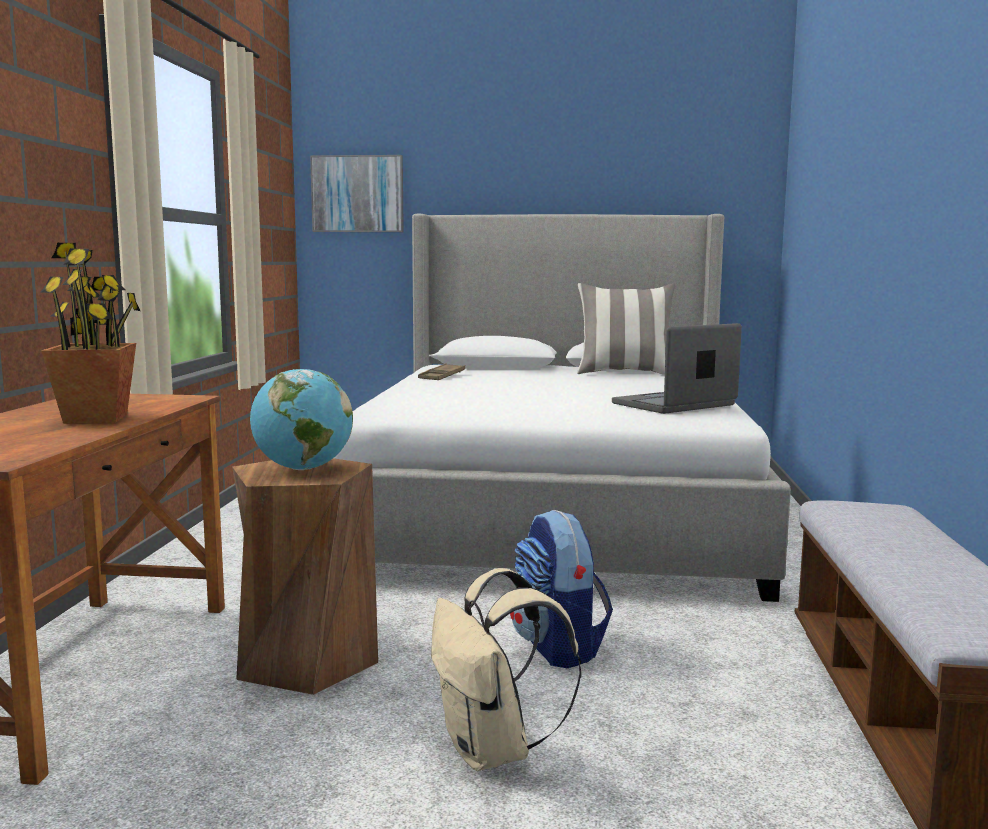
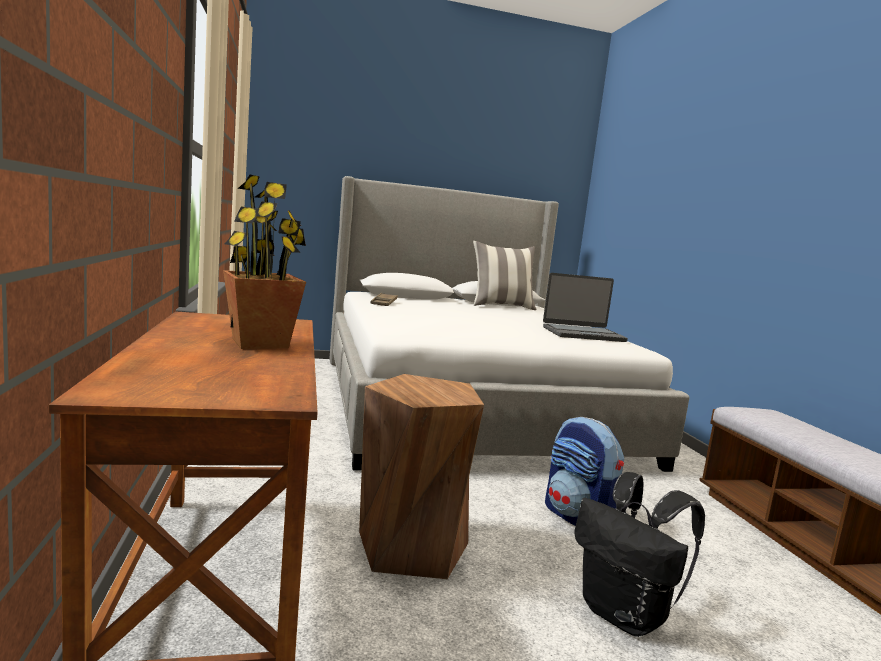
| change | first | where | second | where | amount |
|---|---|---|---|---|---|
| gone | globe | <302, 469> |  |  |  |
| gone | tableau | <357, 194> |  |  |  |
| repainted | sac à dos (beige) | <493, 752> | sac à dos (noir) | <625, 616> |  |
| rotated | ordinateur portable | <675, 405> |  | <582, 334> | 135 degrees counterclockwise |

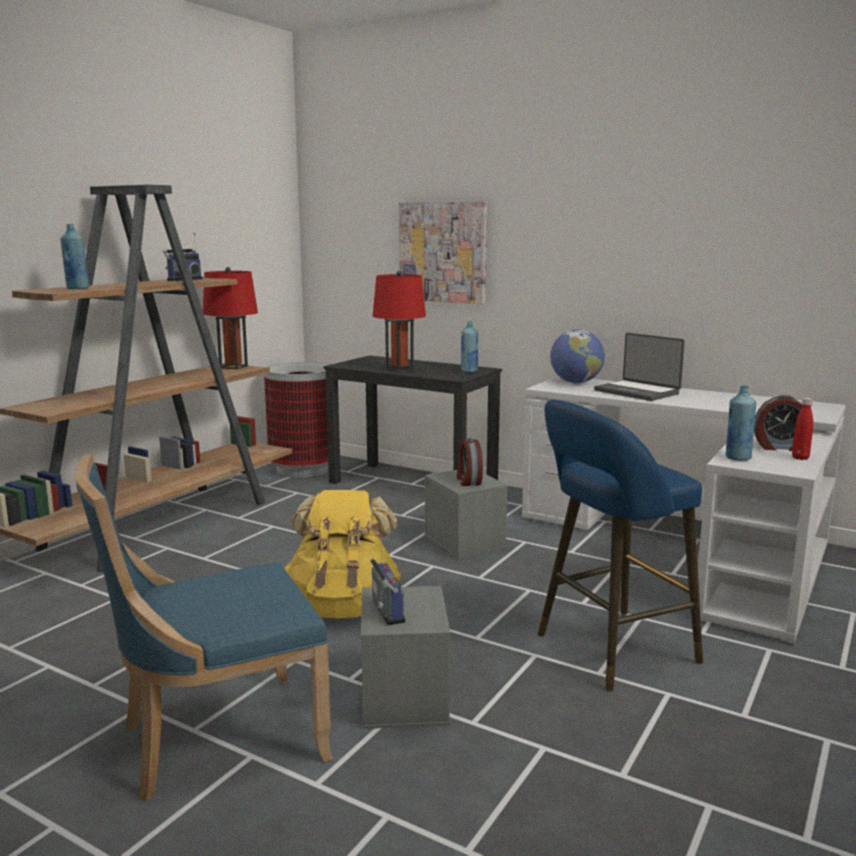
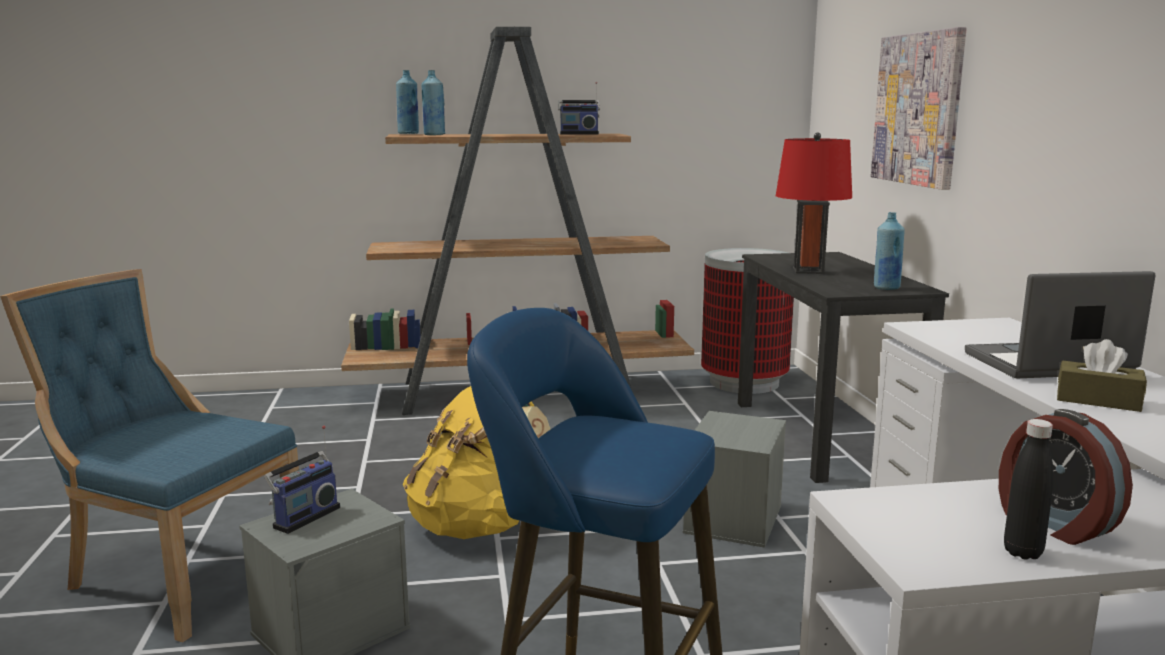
| change | first | where | second | where | amount |
|---|---|---|---|---|---|
| gone | lampe de table (rouge) | <233, 367> |  |  |  |
| gone | réveil | <468, 481> |  |  |  |
| gone | globe | <576, 382> |  |  |  |
| new |  |  | boîte à mouchoirs (marron) | <1098, 400> |  |
| shifted | bouteille (bleu) | <738, 458> |  | <408, 134> |  |
| repainted | bouteille (rouge) | <800, 458> | bouteille (noir) | <1022, 552> |  |
| rotated | ordinateur portable | <638, 392> |  | <1049, 364> | 75 degrees clockwise |

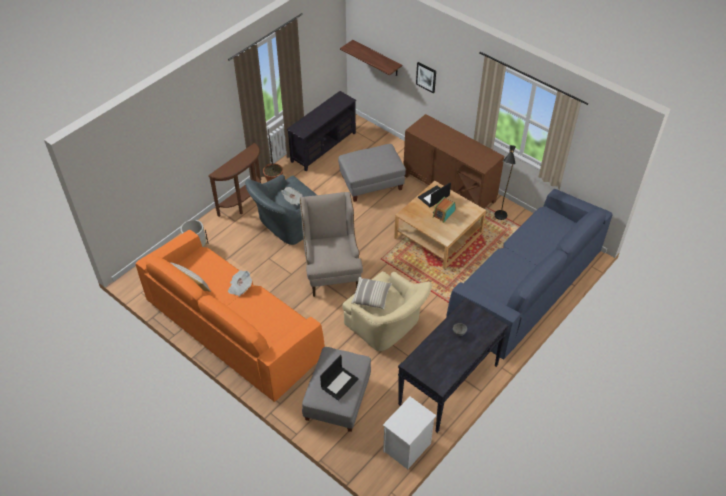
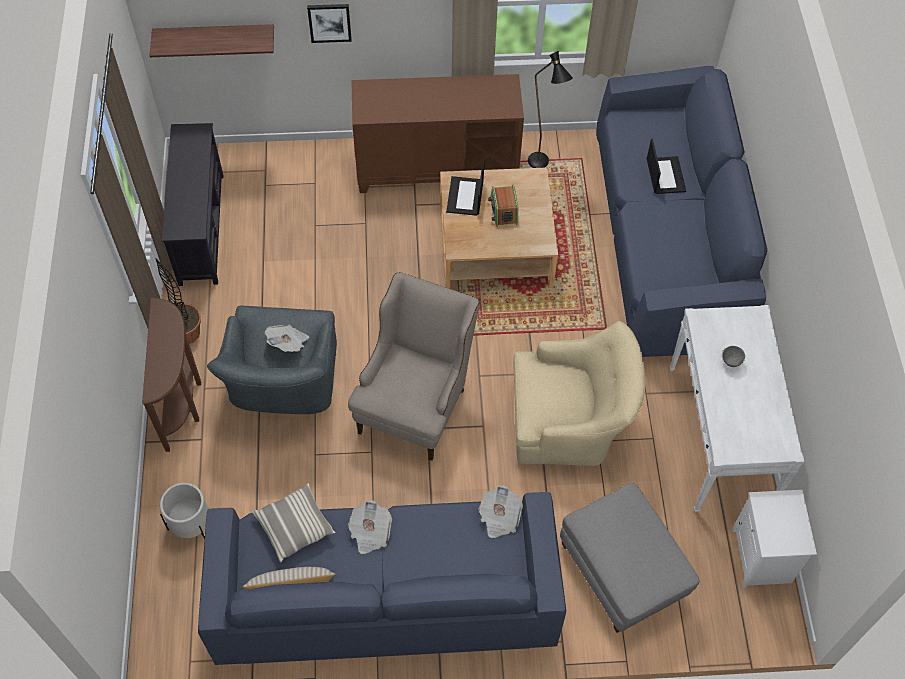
| change | first | where | second | where | amount |
|---|---|---|---|---|---|
| gone | pouf (gris) | <371, 183> |  |  |  |
| new |  |  | journal | <499, 517> |  |
| shifted | ordinateur portable | <339, 383> |  | <665, 175> |  |
| shifted | coussin | <371, 297> |  | <295, 526> |  |
| repainted | canapé (orange) | <233, 328> | canapé (bleu) | <385, 595> |  |
| repainted | table console (noir) | <448, 385> | table console (blanc) | <719, 436> |  |
| rotated | fauteuil (beige) | <331, 269> |  | <416, 401> | 75 degrees clockwise |

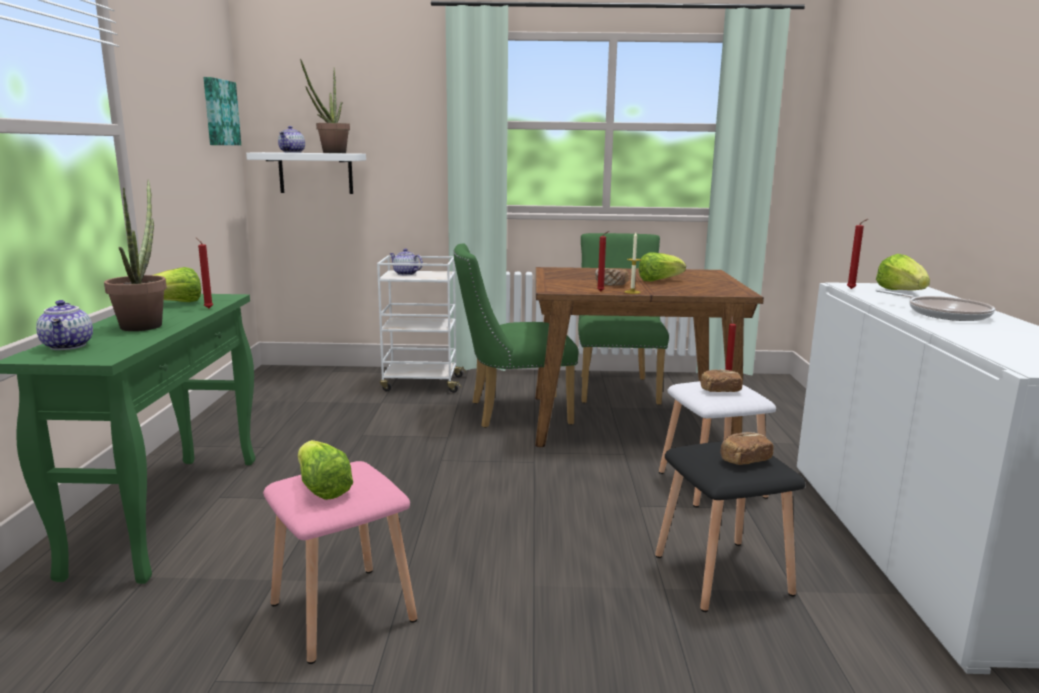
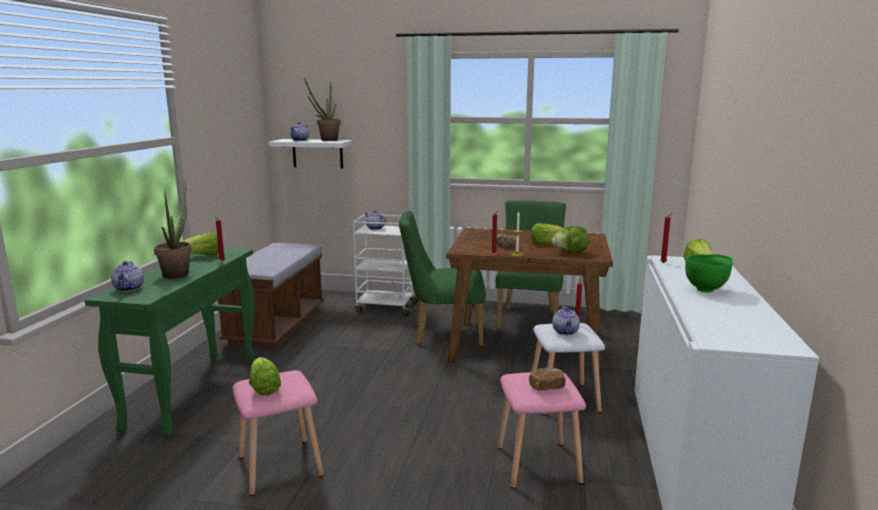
| change | first | where | second | where | amount |
|---|---|---|---|---|---|
| gone | tableau | <219, 112> |  |  |  |
| new |  |  | banc (marron) | <276, 326> |  |
| new |  |  | laitue | <570, 252> |  |
| swapped | pain | <720, 390> | théière | <566, 332> |  |
| swapped | poêle | <943, 313> | bol (vert) | <707, 289> |  |
| repainted | tabouret (noir) | <721, 575> | tabouret (rose) | <536, 465> |  |

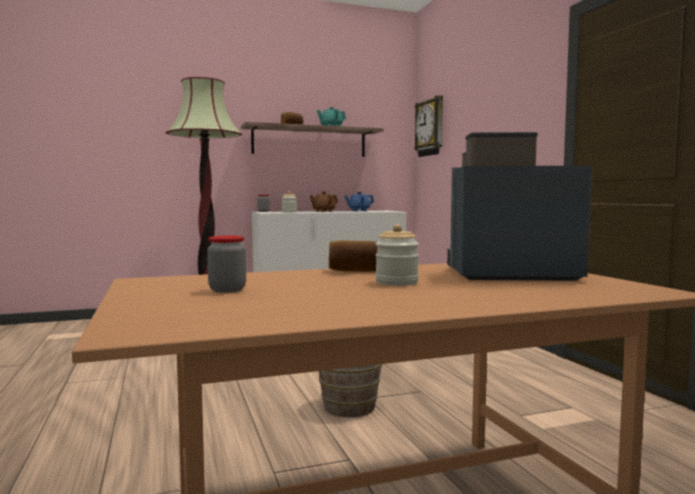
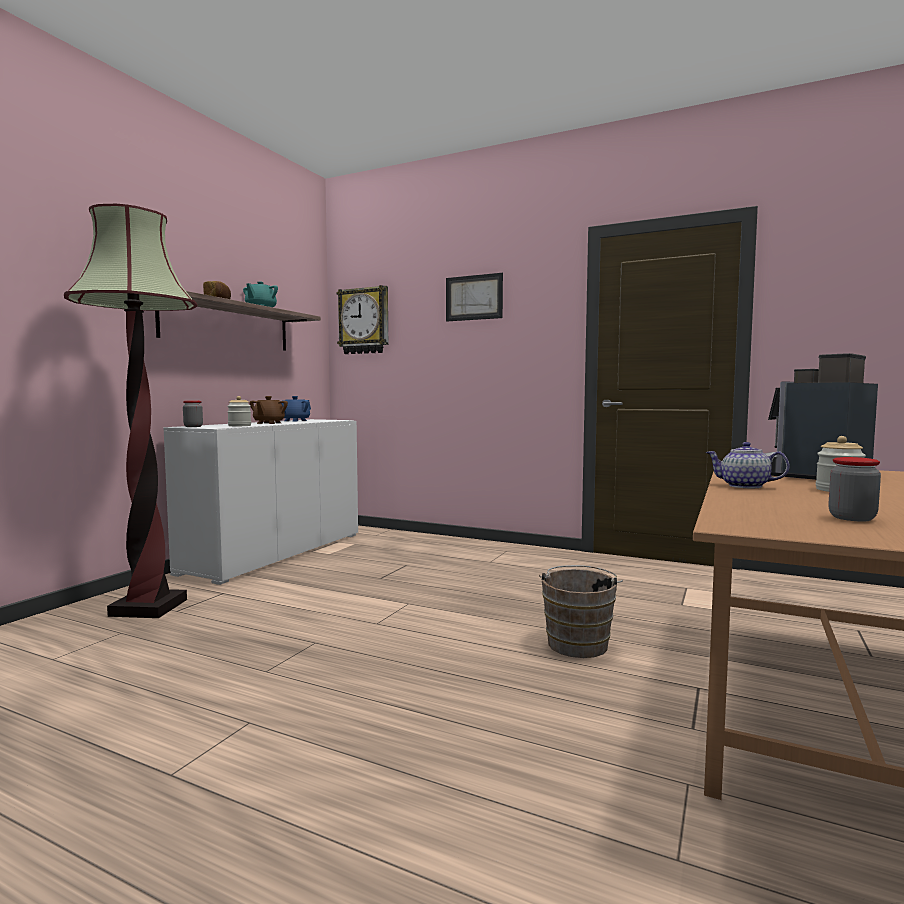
| change | first | where | second | where | amount |
|---|---|---|---|---|---|
| new |  |  | tableau | <474, 297> |  |
| swapped | pain | <356, 271> | théière | <744, 486> |  |

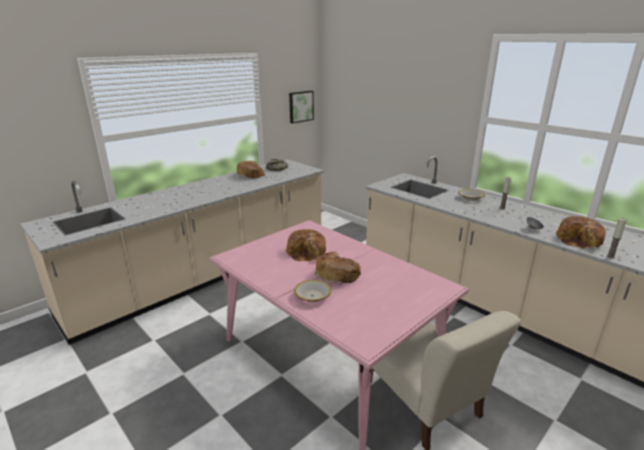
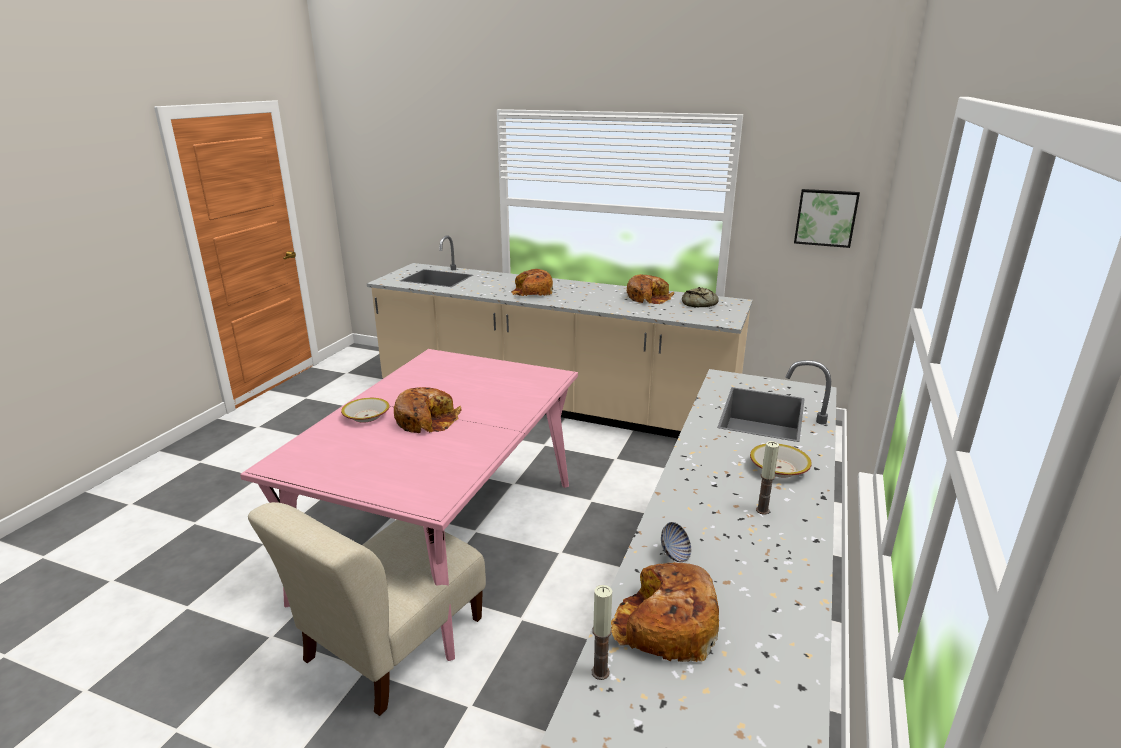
| change | first | where | second | where | amount |
|---|---|---|---|---|---|
| shifted | pain | <307, 252> |  | <531, 292> |  |

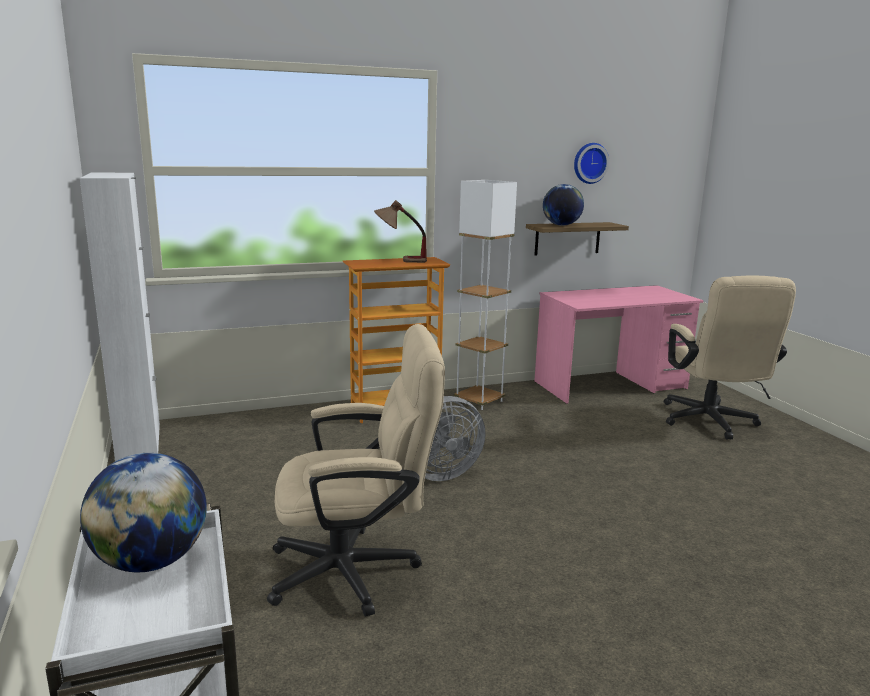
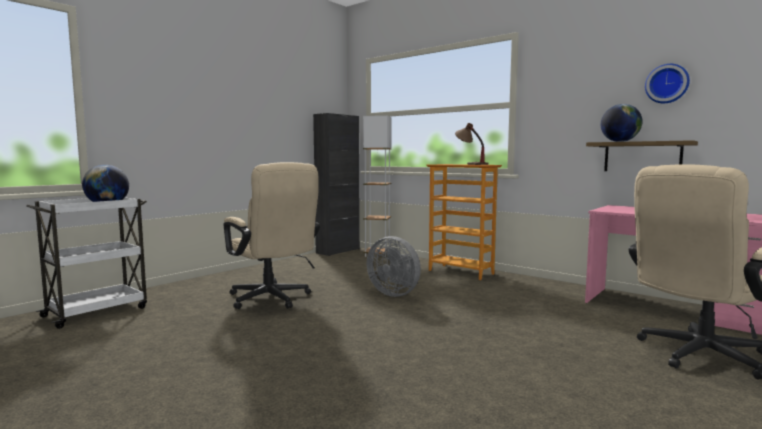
| change | first | where | second | where | amount |
|---|---|---|---|---|---|
| shifted | lampadaire (blanc) | <479, 401> |  | <377, 255> |  |
| repainted | meuble de rangement (blanc) | <139, 442> | meuble de rangement (noir) | <338, 251> |  |

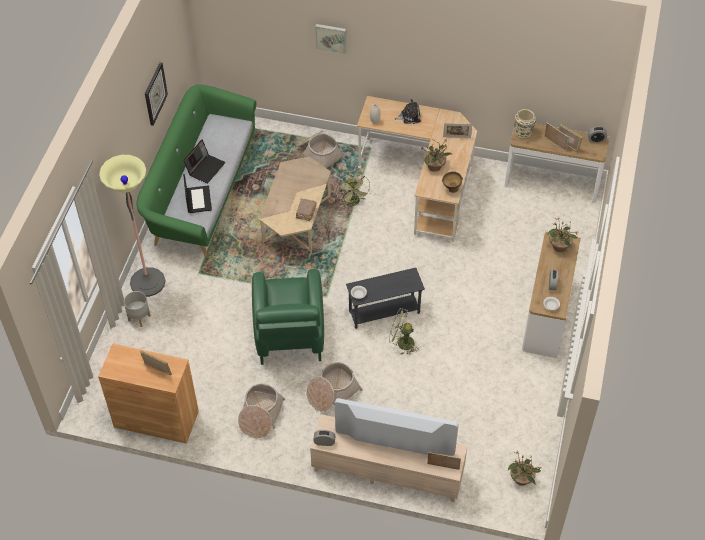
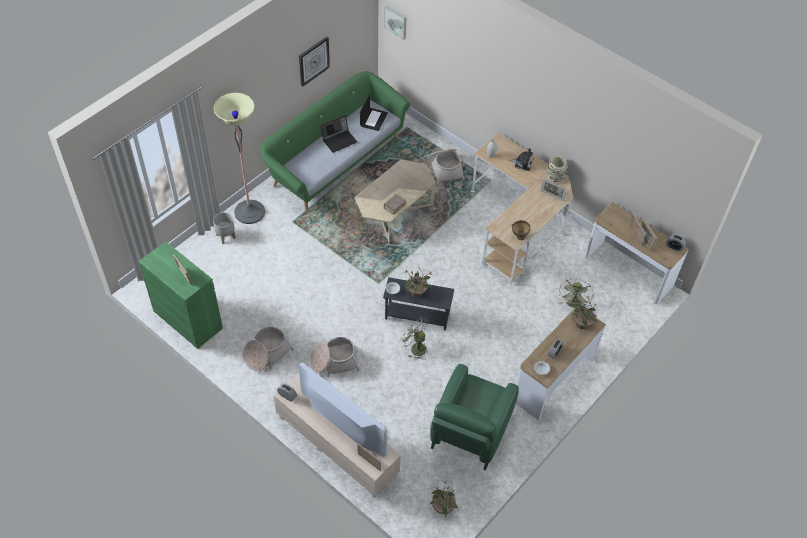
| change | first | where | second | where | amount |
|---|---|---|---|---|---|
| shifted | ordinateur portable | <198, 199> |  | <373, 119> |  |
| shifted | fauteuil (vert) | <289, 336> |  | <469, 433> |  |
| shifted | tableau | <331, 37> |  | <396, 22> |  |
| shifted | ventilateur (vert) | <353, 202> |  | <573, 304> |  |
| shifted | plante en pot | <435, 166> |  | <417, 292> |  |
| shifted | vase (beige) | <523, 132> |  | <555, 177> |  |
| repainted | meuble de rangement (marron) | <156, 419> | meuble de rangement (vert) | <188, 319> |  |

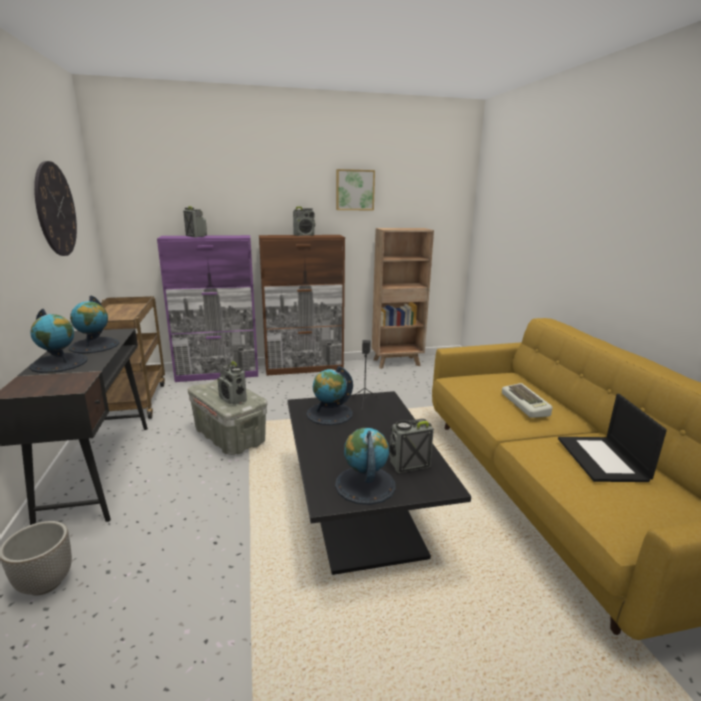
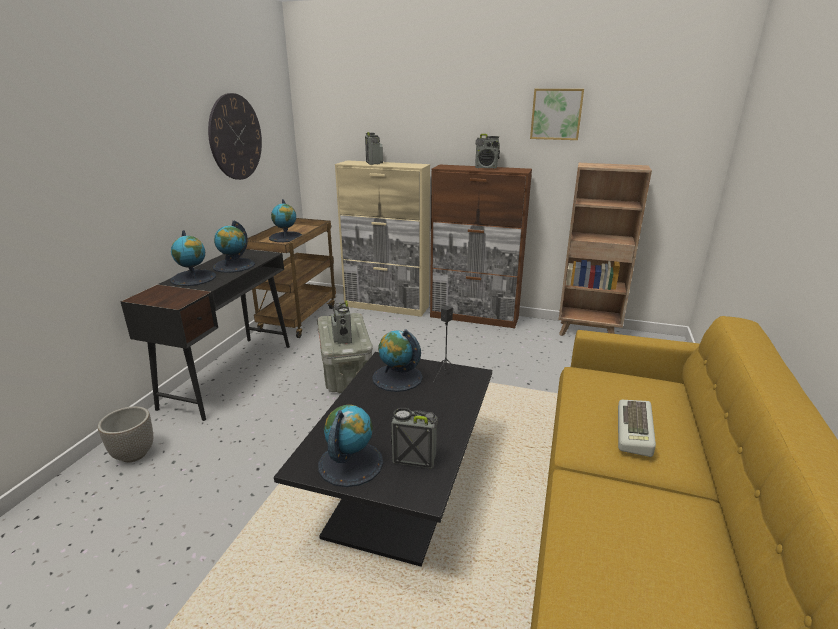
| change | first | where | second | where | amount |
|---|---|---|---|---|---|
| gone | ordinateur portable | <603, 459> |  |  |  |
| new |  |  | globe | <286, 237> |  |
| repainted | meuble de rangement (violet) | <218, 374> | meuble de rangement (beige) | <387, 306> |  |

